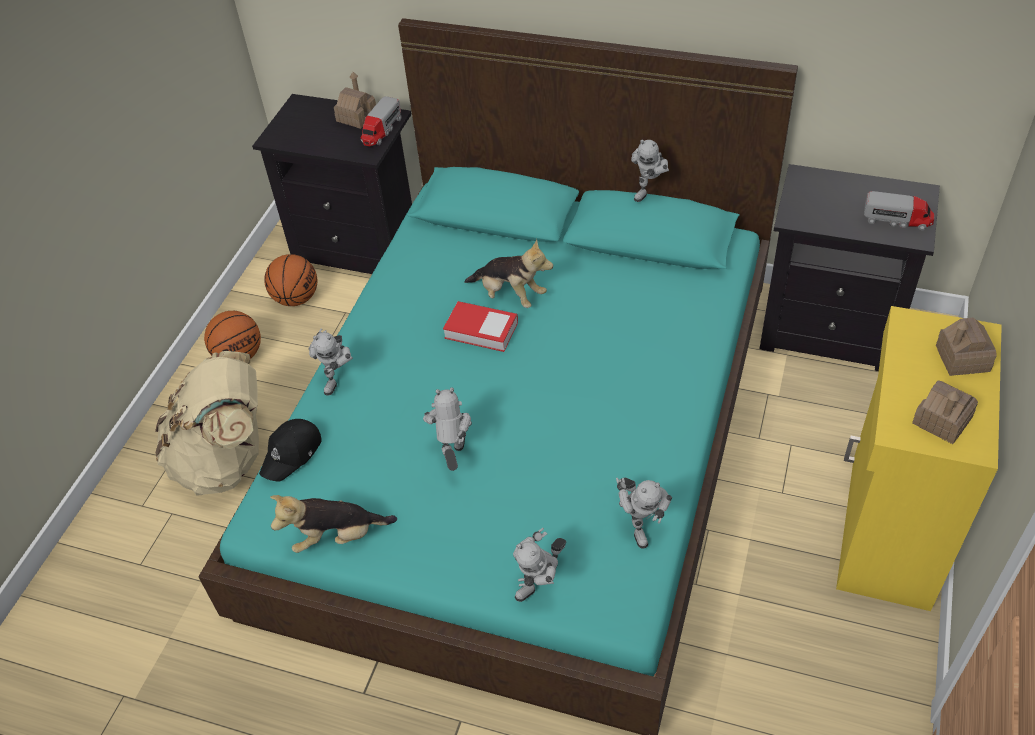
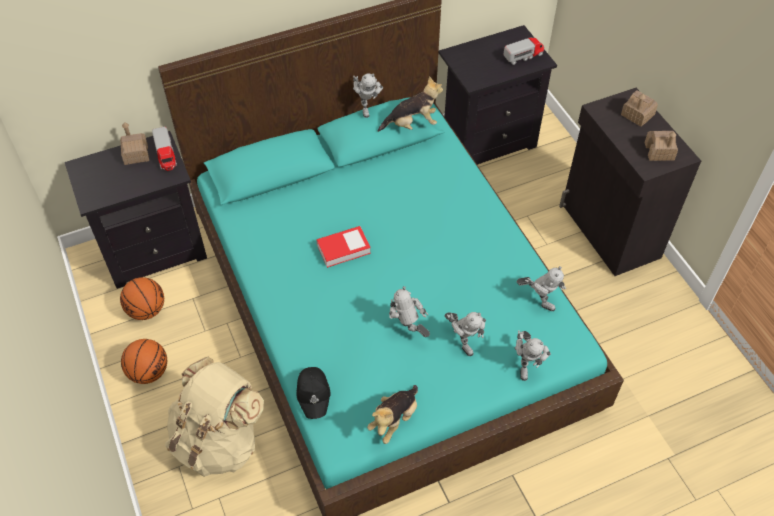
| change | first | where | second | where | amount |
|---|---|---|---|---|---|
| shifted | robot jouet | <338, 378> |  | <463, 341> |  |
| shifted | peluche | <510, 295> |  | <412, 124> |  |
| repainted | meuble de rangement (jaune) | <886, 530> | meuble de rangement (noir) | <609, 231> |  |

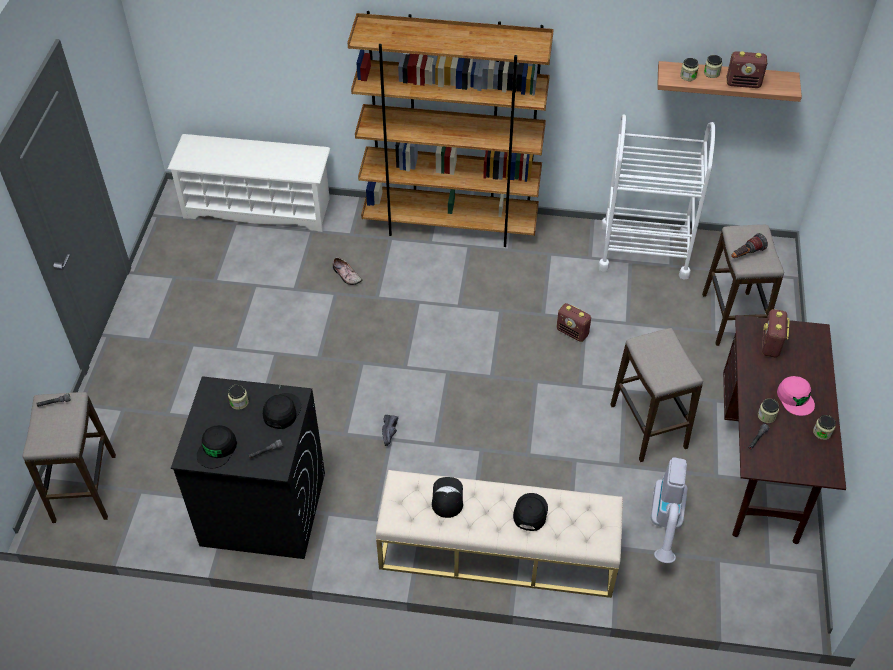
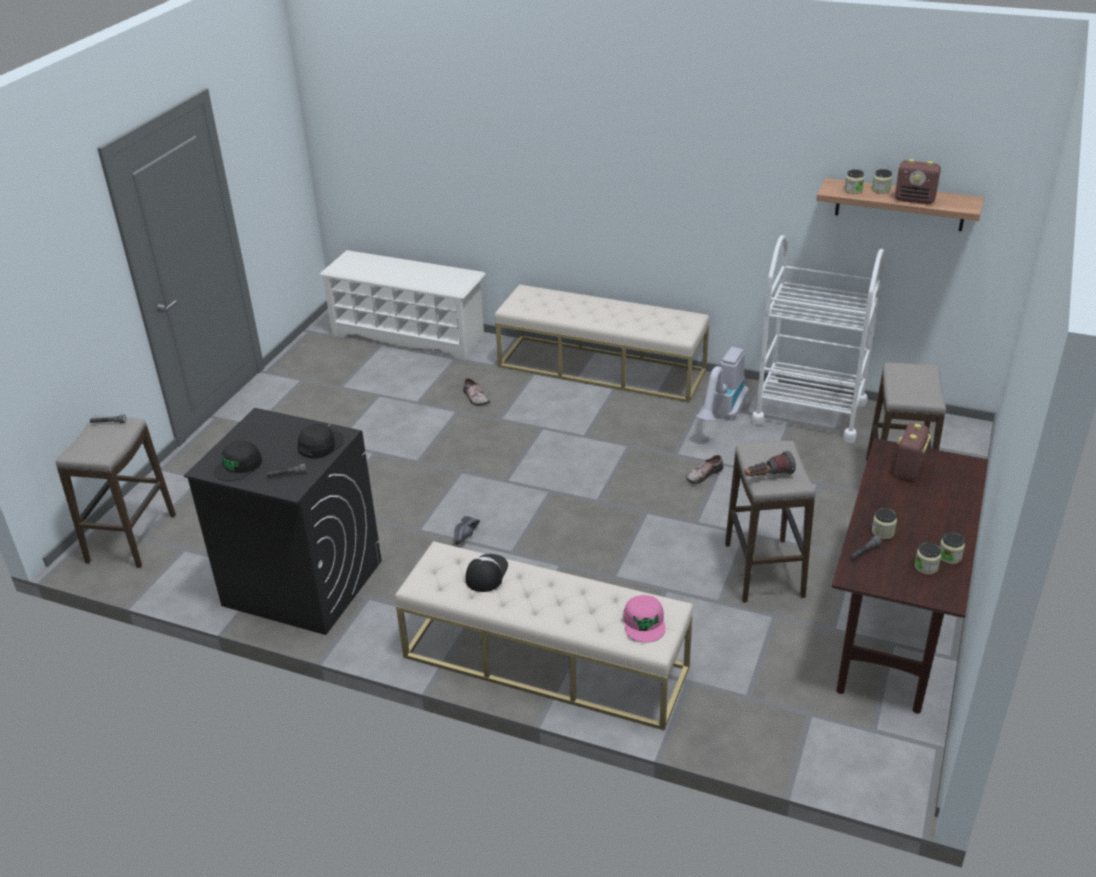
| change | first | where | second | where | amount |
|---|---|---|---|---|---|
| gone | casquette (noir) | <530, 513> |  |  |  |
| shifted | bocal | <239, 402> |  | <926, 567> |  |
| shifted | aspirateur | <666, 525> |  | <722, 416> |  |
| shifted | lampe de poche | <746, 254> |  | <768, 476> |  |
| shifted | casquette (rose) | <795, 398> |  | <644, 623> |  |
| swapped | bibliothèque (marron) | <451, 224> | banc (beige) | <602, 368> |  |
| swapped | radio | <572, 332> | chaussure | <703, 474> |  |

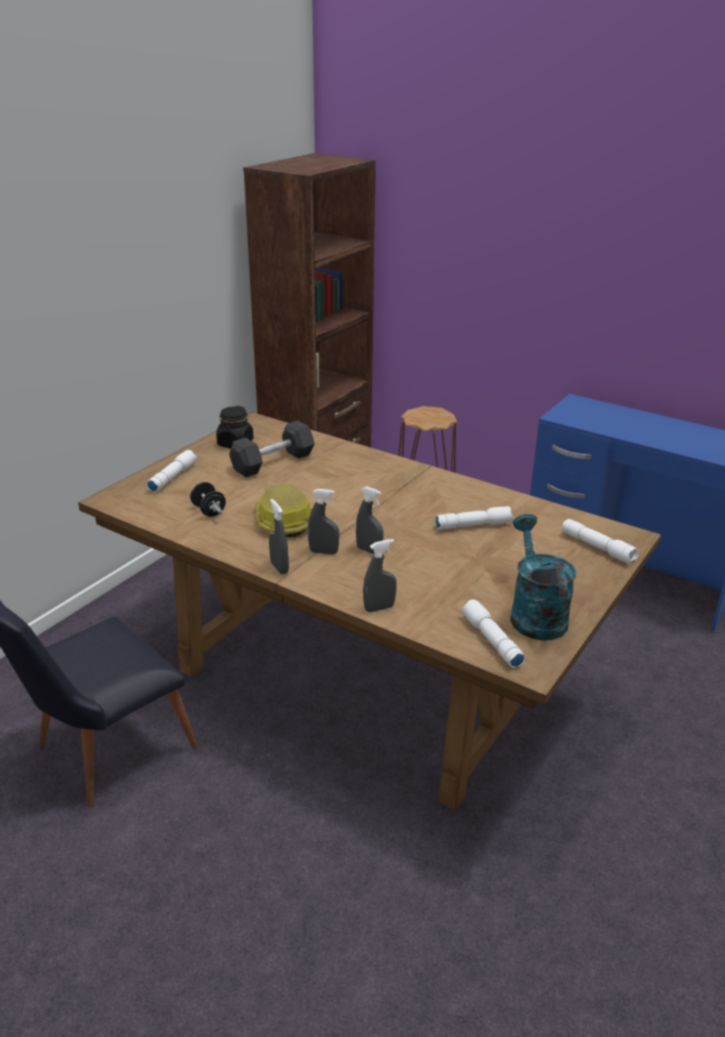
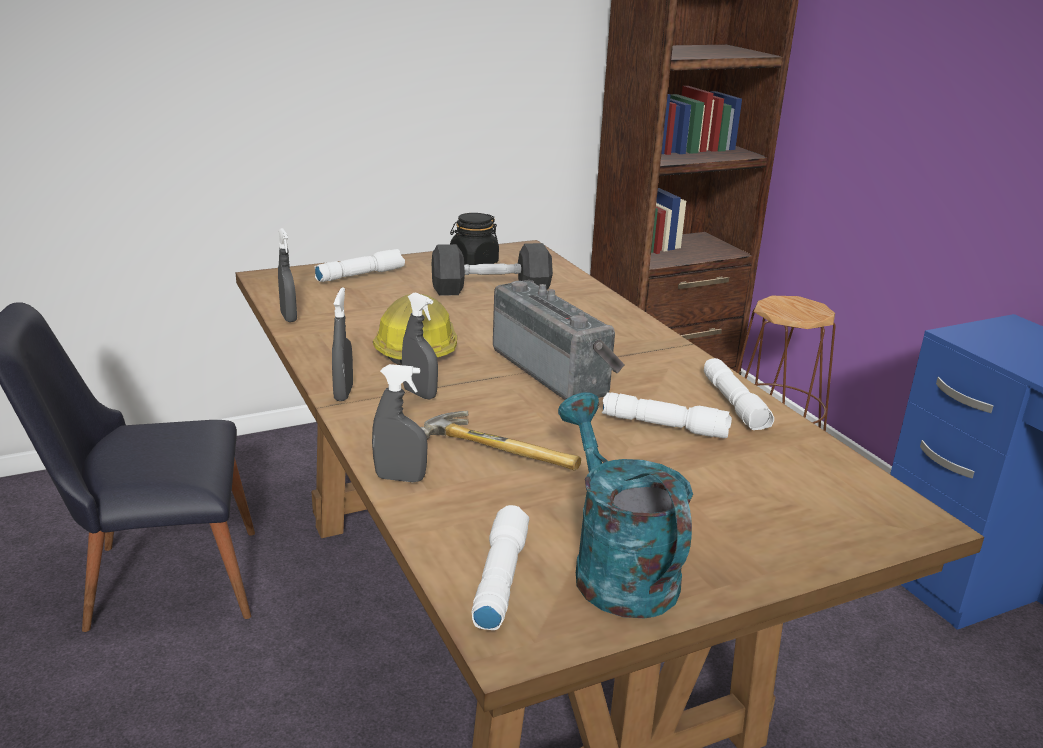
| change | first | where | second | where | amount |
|---|---|---|---|---|---|
| gone | haltère (noir) | <209, 511> |  |  |  |
| new |  |  | marteau | <502, 449> |  |
| new |  |  | radio | <555, 371> |  |
| shifted | vaporisateur (gris) | <369, 550> |  | <288, 317> |  |
| shifted | lampe de poche (blanc) | <598, 548> |  | <735, 404> |  |
| rotated | arrosoir (turquoise) | <534, 613> |  | <615, 568> | 45 degrees counterclockwise |

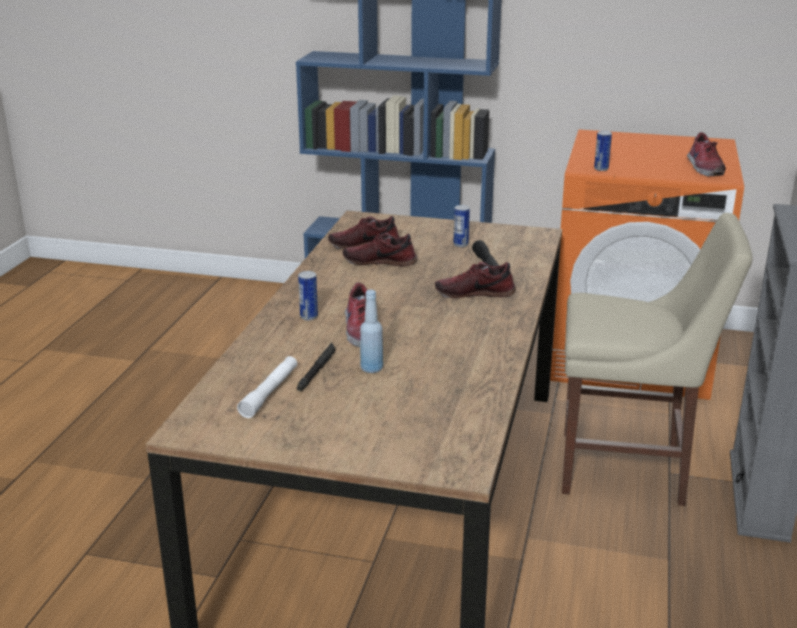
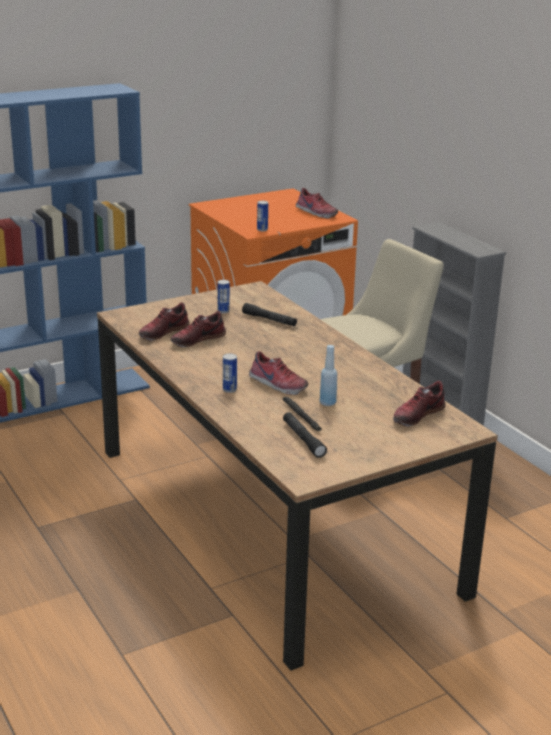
| change | first | where | second | where | amount |
|---|---|---|---|---|---|
| shifted | chaussure | <475, 293> |  | <417, 415> |  |
| repainted | lampe de poche (blanc) | <270, 393> | lampe de poche (noir) | <303, 439> |  |

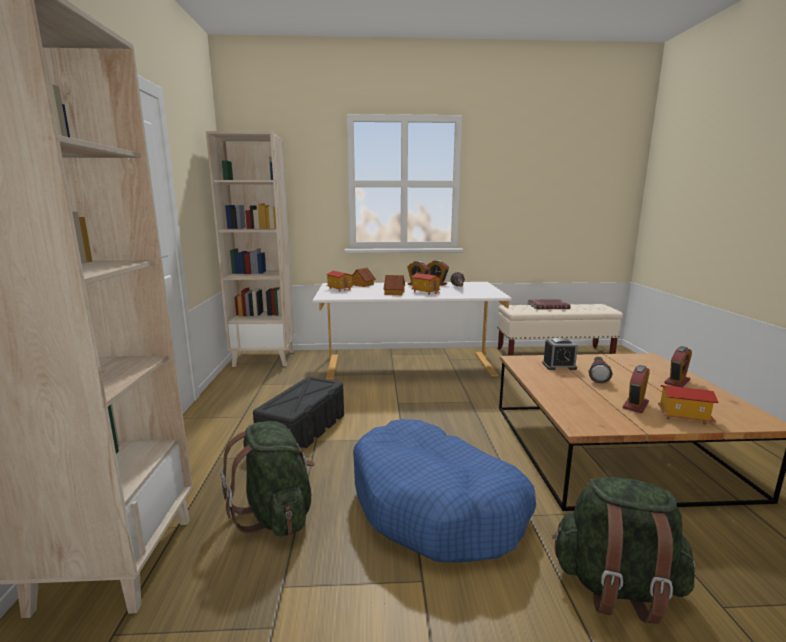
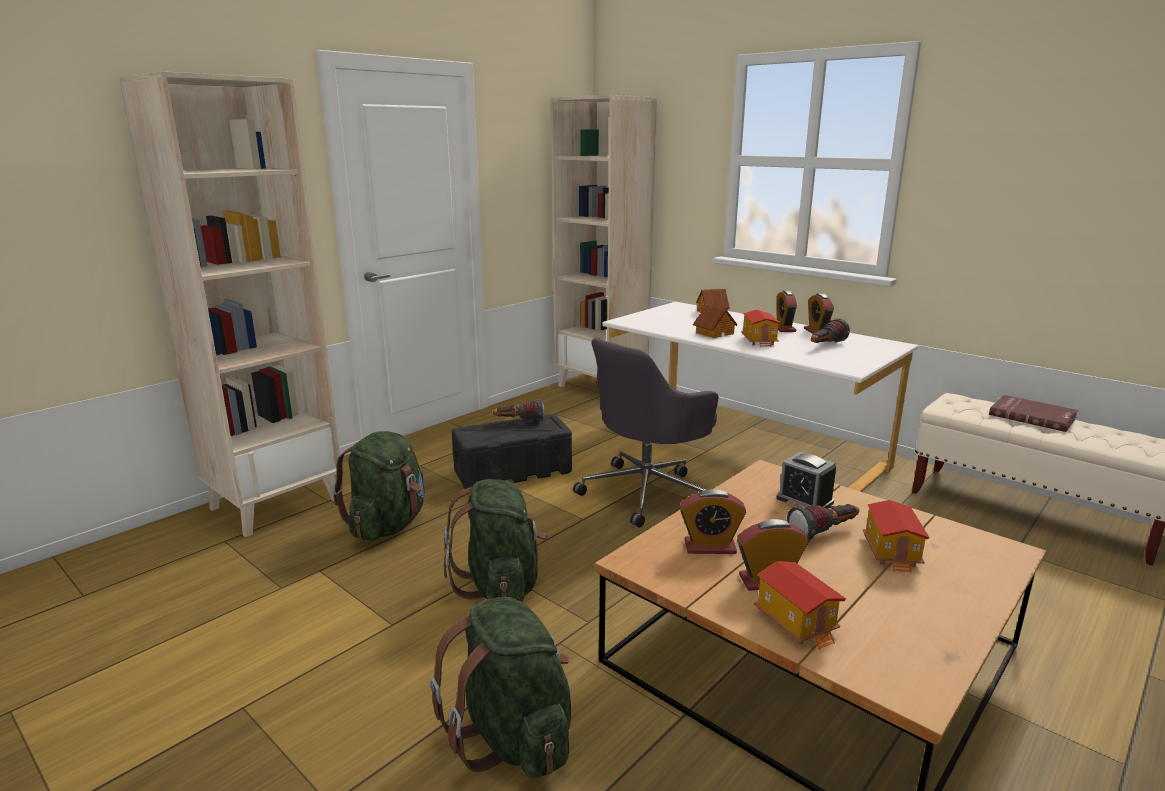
| change | first | where | second | where | amount |
|---|---|---|---|---|---|
| new |  |  | lampe de poche | <519, 421> |  |
| new |  |  | chaise de bureau (gris) | <647, 492> |  |
| shifted | maison miniature | <340, 289> |  | <892, 553> |  |
| shifted | réveil | <677, 382> |  | <710, 547> |  |
| swapped | panier pour chien (bleu) | <436, 505> | sac à dos (vert) | <500, 586> |  |

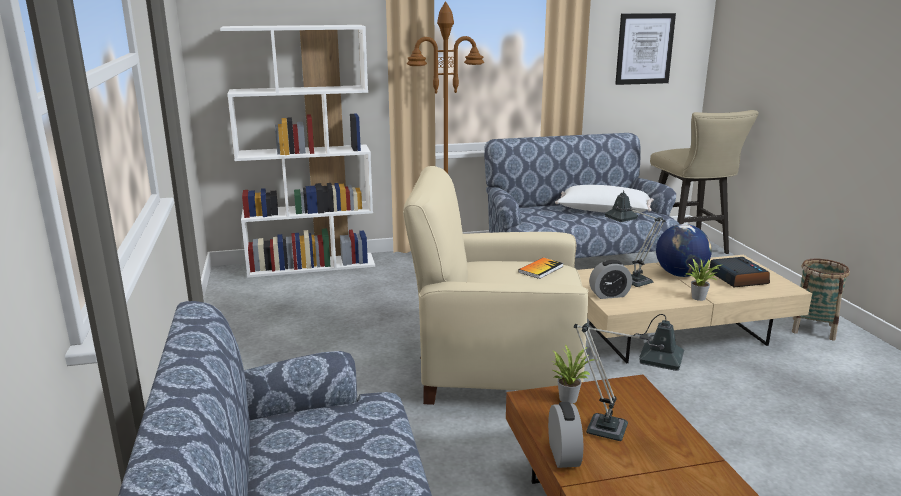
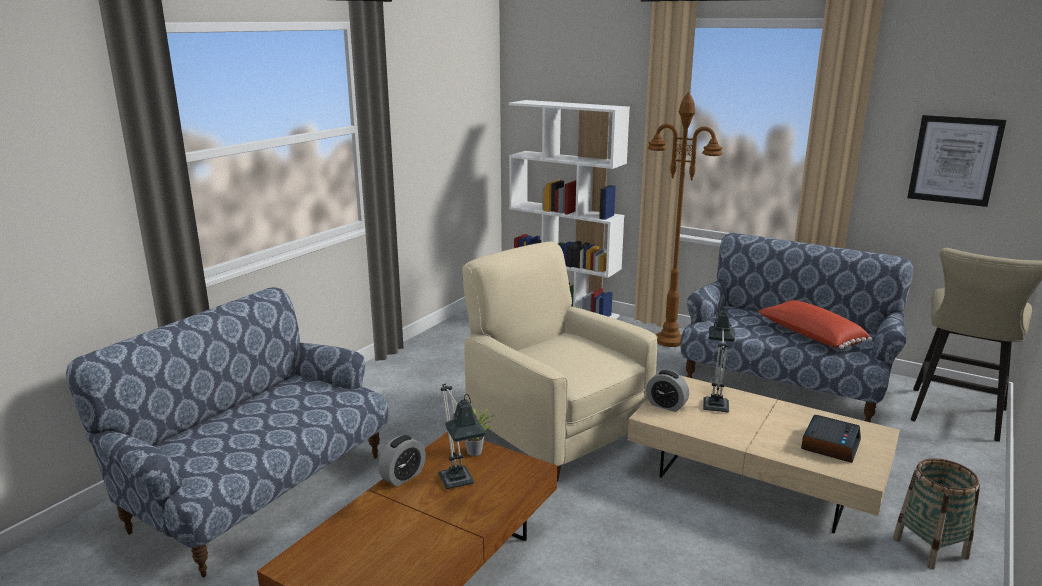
| change | first | where | second | where | amount |
|---|---|---|---|---|---|
| gone | livre | <541, 269> |  |  |  |
| gone | globe | <680, 274> |  |  |  |
| gone | plante en pot | <700, 298> |  |  |  |
| repainted | coussin (blanc) | <603, 212> | coussin (rouge) | <810, 337> |  |

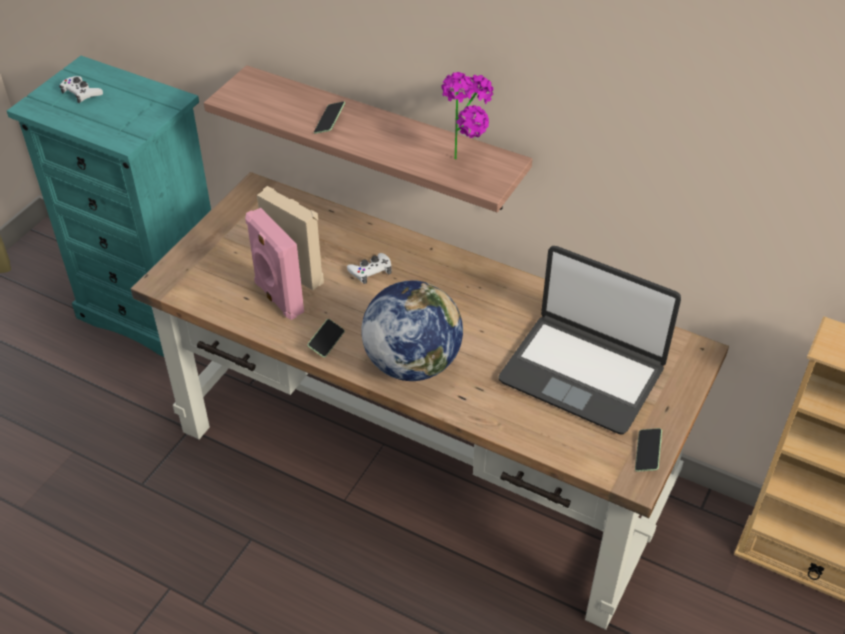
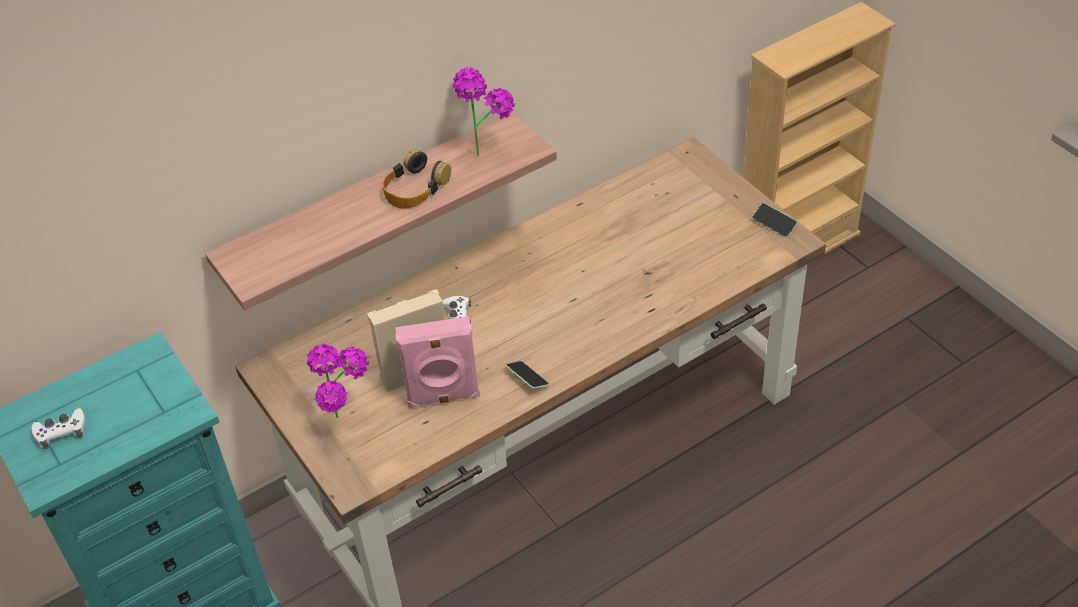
| change | first | where | second | where | amount |
|---|---|---|---|---|---|
| gone | téléphone | <330, 123> |  |  |  |
| gone | globe | <412, 363> |  |  |  |
| gone | ordinateur portable | <582, 373> |  |  |  |
| new |  |  | plante en pot | <348, 421> |  |
| new |  |  | casque audio | <415, 188> |  |

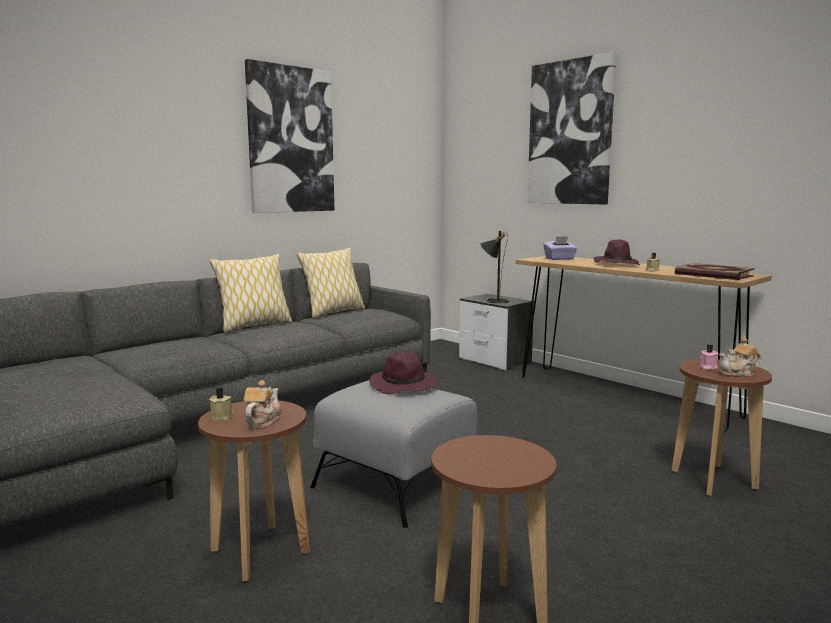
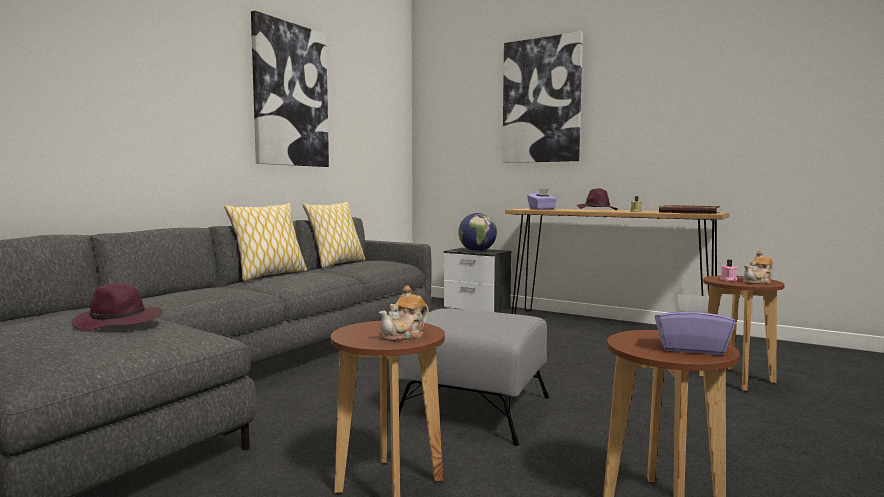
| change | first | where | second | where | amount |
|---|---|---|---|---|---|
| gone | bougie (beige) | <222, 416> |  |  |  |
| new |  |  | boîte à mouchoirs (violet) | <691, 348> |  |
| shifted | chapeau (violet) | <404, 386> |  | <119, 322> |  |
| swapped | lampe de table (noir) | <494, 300> | globe | <477, 251> |  |
| rotated | théière | <262, 421> |  | <405, 336> | 135 degrees counterclockwise |

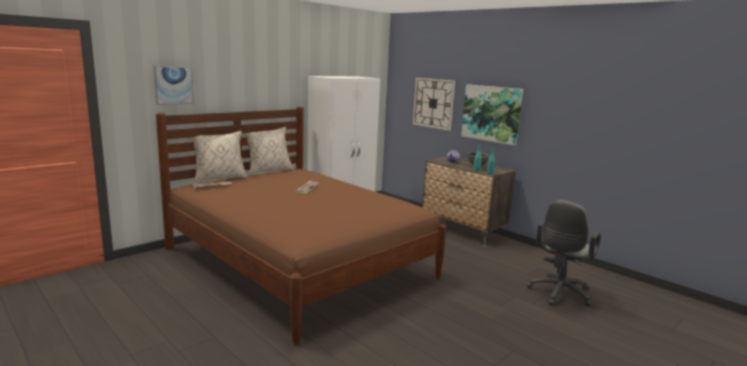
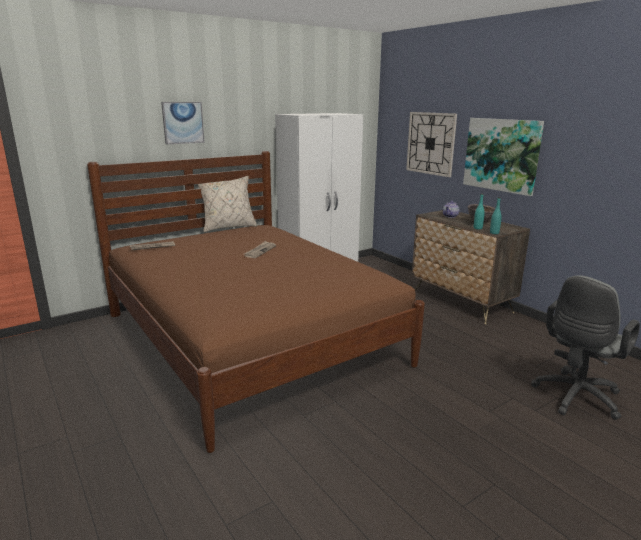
| change | first | where | second | where | amount |
|---|---|---|---|---|---|
| gone | coussin (beige) | <219, 178> |  |  |  |
| shifted | tableau | <173, 85> |  | <183, 122> |  |

